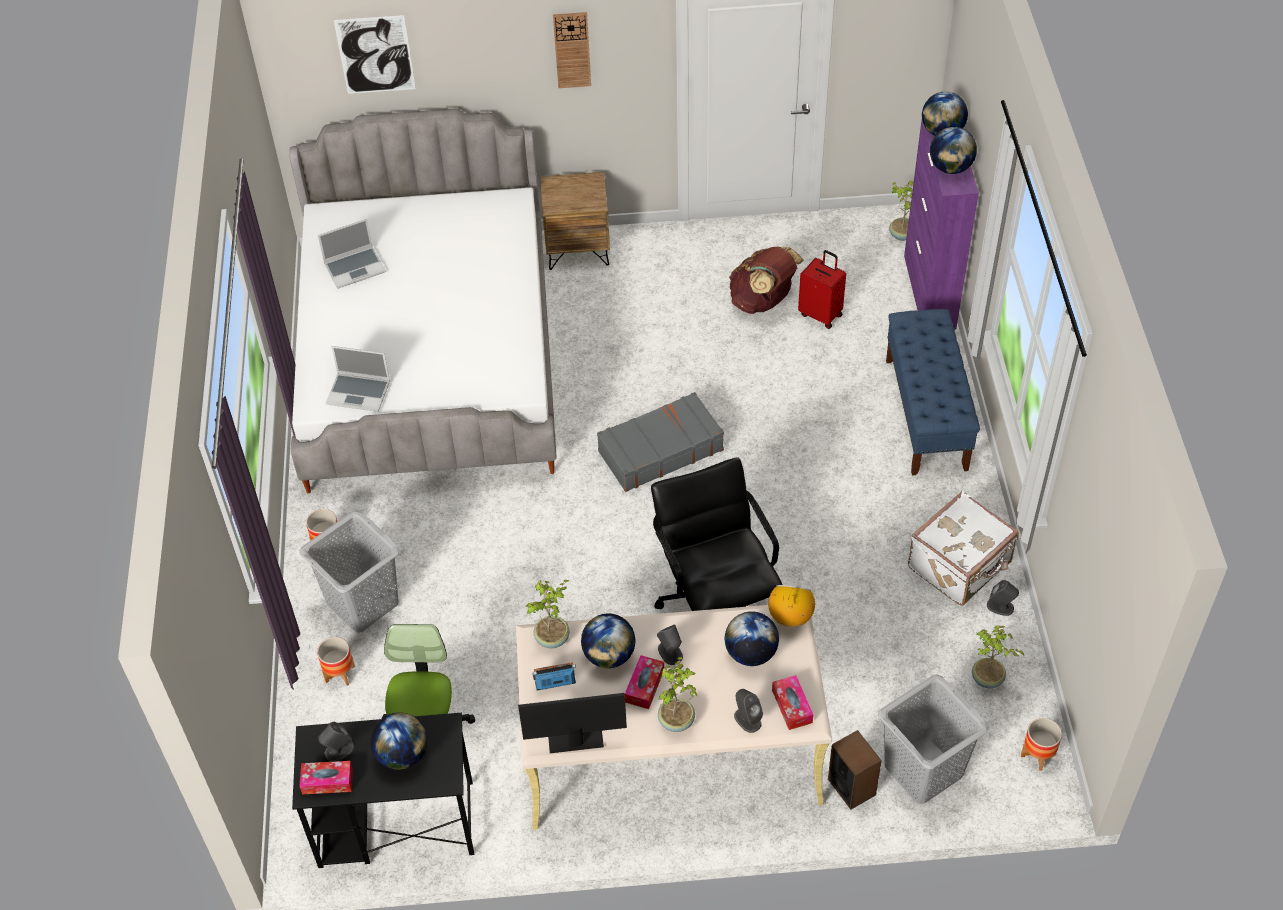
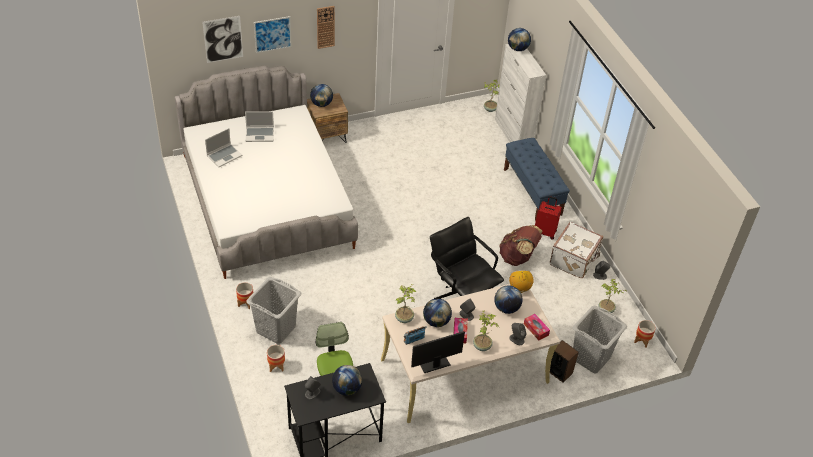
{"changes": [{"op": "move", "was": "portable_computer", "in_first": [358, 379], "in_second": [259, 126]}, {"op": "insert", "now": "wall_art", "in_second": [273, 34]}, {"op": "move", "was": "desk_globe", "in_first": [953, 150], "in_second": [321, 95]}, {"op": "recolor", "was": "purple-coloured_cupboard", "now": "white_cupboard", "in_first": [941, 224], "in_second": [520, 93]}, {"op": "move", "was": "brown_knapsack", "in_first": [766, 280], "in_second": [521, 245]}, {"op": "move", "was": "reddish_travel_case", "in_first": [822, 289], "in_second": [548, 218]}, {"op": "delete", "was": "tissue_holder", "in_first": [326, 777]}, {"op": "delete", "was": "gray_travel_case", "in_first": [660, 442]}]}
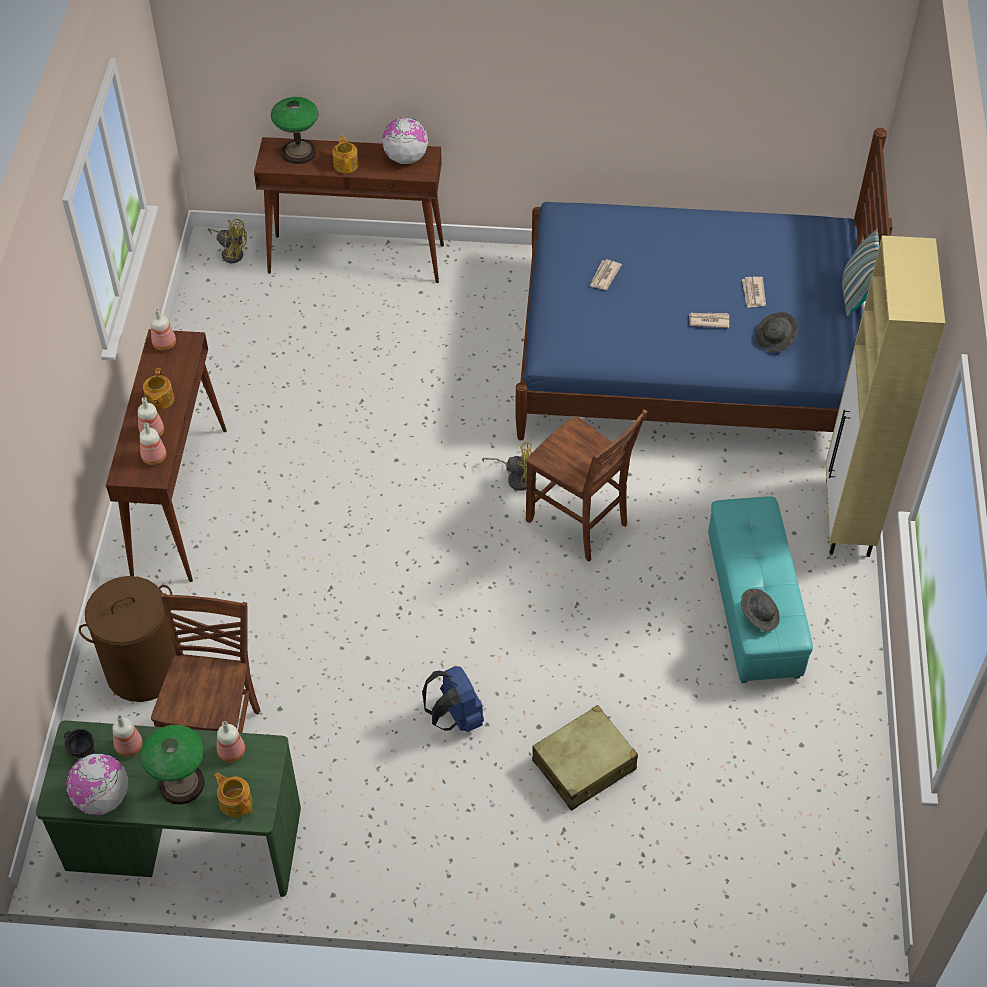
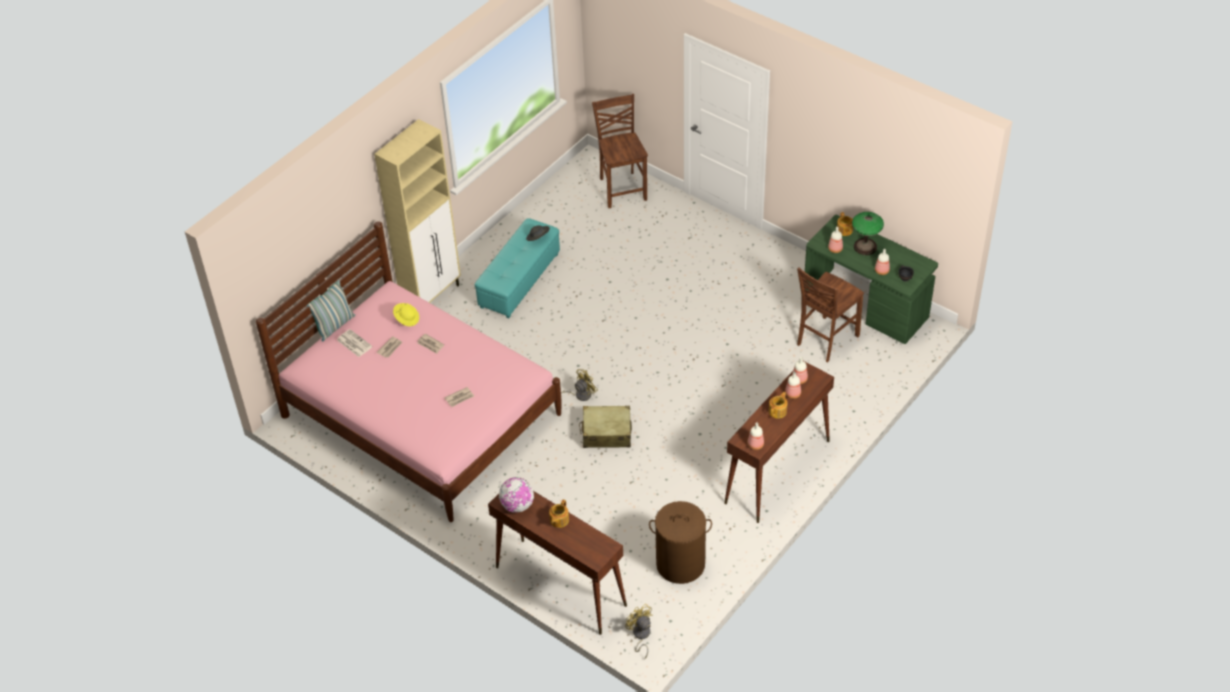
{"changes": [{"op": "recolor", "was": "bluish_bed", "now": "pink_bed", "in_first": [704, 284], "in_second": [408, 371]}, {"op": "insert", "now": "daily_paper", "in_second": [355, 343]}, {"op": "recolor", "was": "gray_clothing_hat", "now": "yellow-coloured_clothing_hat", "in_first": [777, 332], "in_second": [406, 314]}, {"op": "rotate", "was": "yellow-coloured_fan", "in_first": [507, 466], "in_second": [579, 385], "clockwise": 105}, {"op": "move", "was": "beige_travel_case", "in_first": [585, 758], "in_second": [605, 427]}, {"op": "move", "was": "brown_plain_chair", "in_first": [586, 485], "in_second": [620, 151]}, {"op": "move", "was": "brown_hamper", "in_first": [127, 639], "in_second": [680, 542]}, {"op": "delete", "was": "desk_globe", "in_first": [97, 784]}, {"op": "delete", "was": "tabletop_lamp", "in_first": [295, 130]}, {"op": "delete", "was": "bluish_knapsack", "in_first": [453, 699]}]}
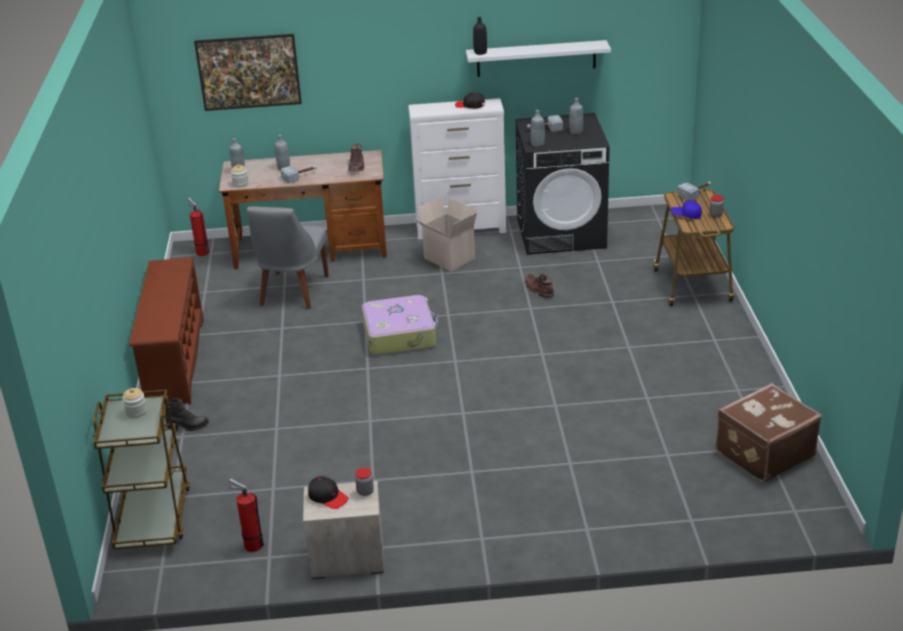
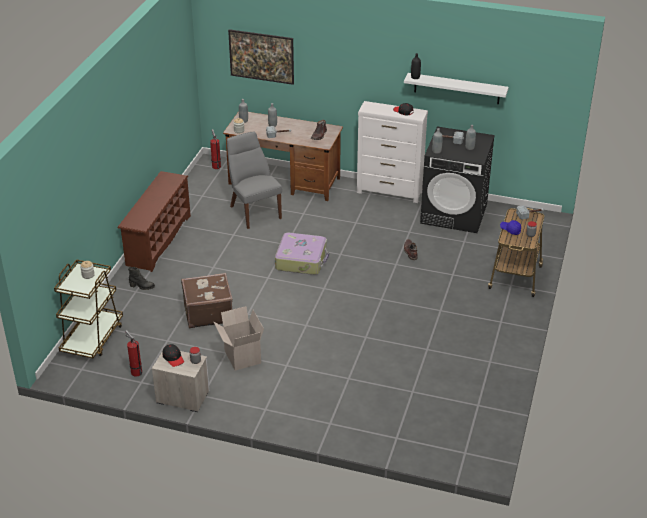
{"changes": [{"op": "move", "was": "brown_travel_case", "in_first": [769, 433], "in_second": [207, 301]}, {"op": "move", "was": "carton", "in_first": [445, 234], "in_second": [239, 338]}, {"op": "rotate", "was": "gray_plain_chair", "in_first": [288, 258], "in_second": [254, 180], "clockwise": 120}]}
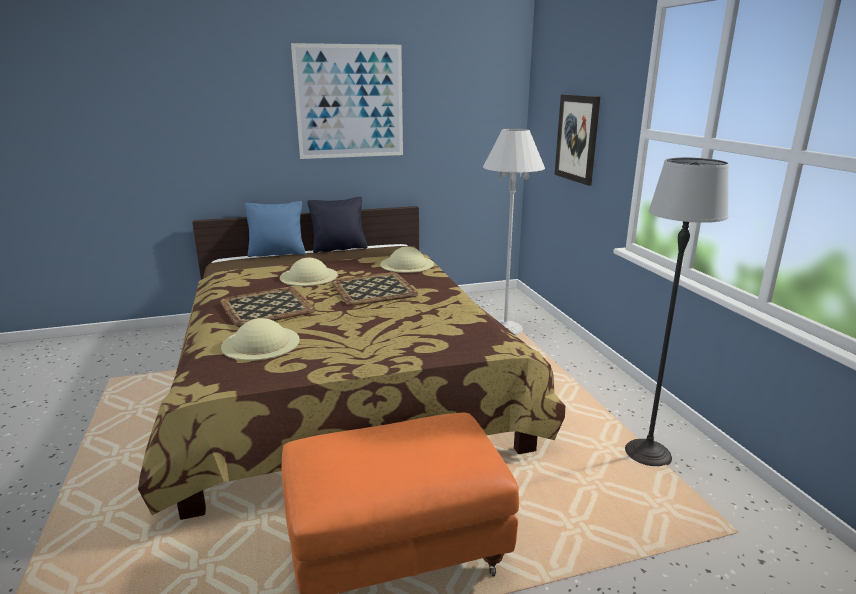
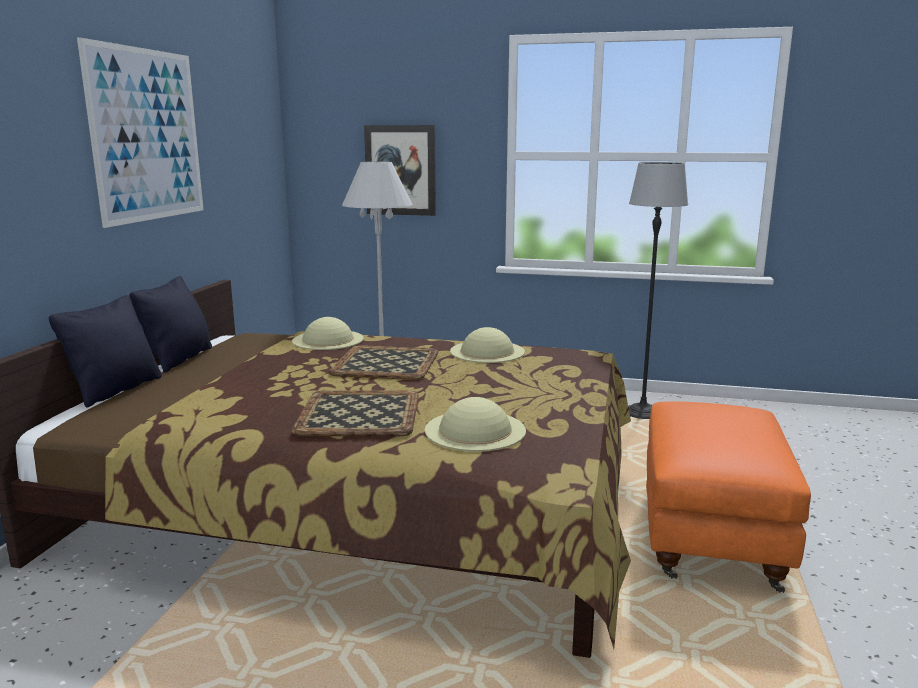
{"changes": [{"op": "recolor", "was": "bluish_throw_pillow", "now": "black-coloured_throw_pillow", "in_first": [275, 229], "in_second": [105, 351]}, {"op": "move", "was": "beige_clothing_hat", "in_first": [309, 272], "in_second": [487, 345]}]}
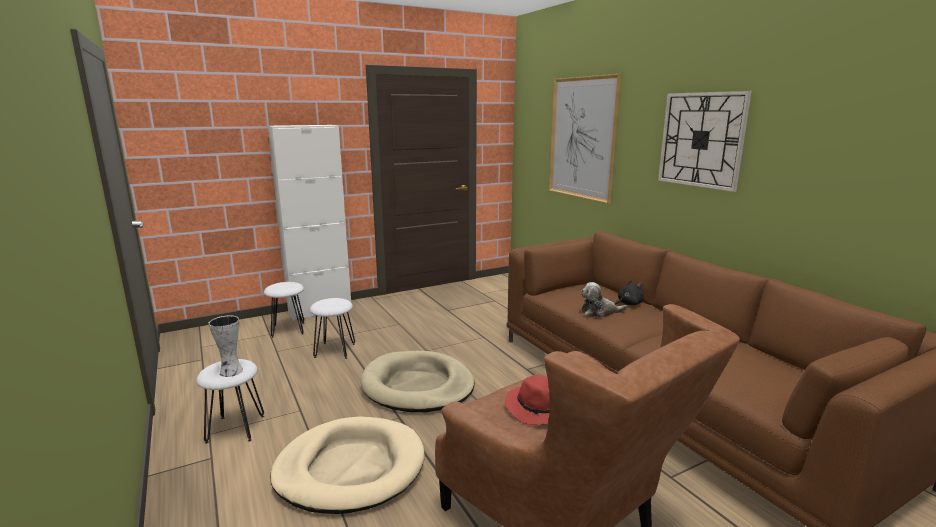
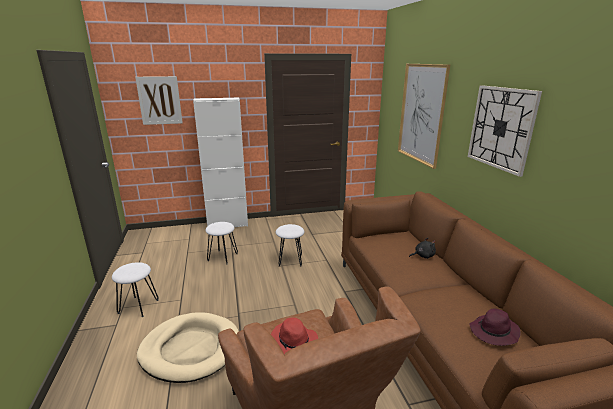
{"changes": [{"op": "insert", "now": "wall_art", "in_second": [159, 100]}, {"op": "move", "was": "white_stool_seat", "in_first": [284, 310], "in_second": [290, 245]}, {"op": "insert", "now": "purple-coloured_clothing_hat", "in_second": [495, 327]}, {"op": "delete", "was": "flower_vase", "in_first": [225, 346]}, {"op": "delete", "was": "beige_dog_bed", "in_first": [418, 381]}, {"op": "delete", "was": "plush_toy", "in_first": [604, 299]}]}
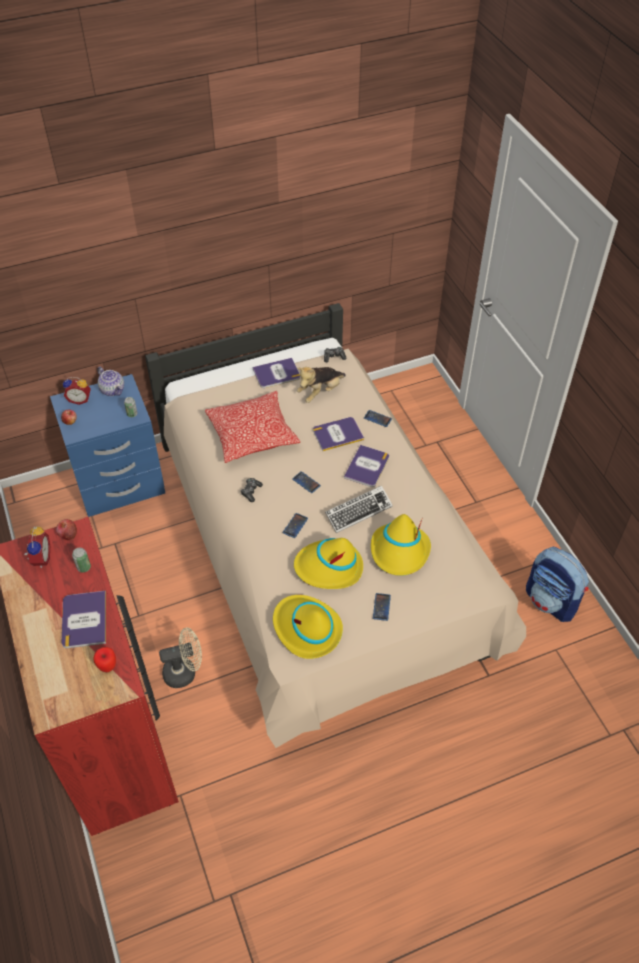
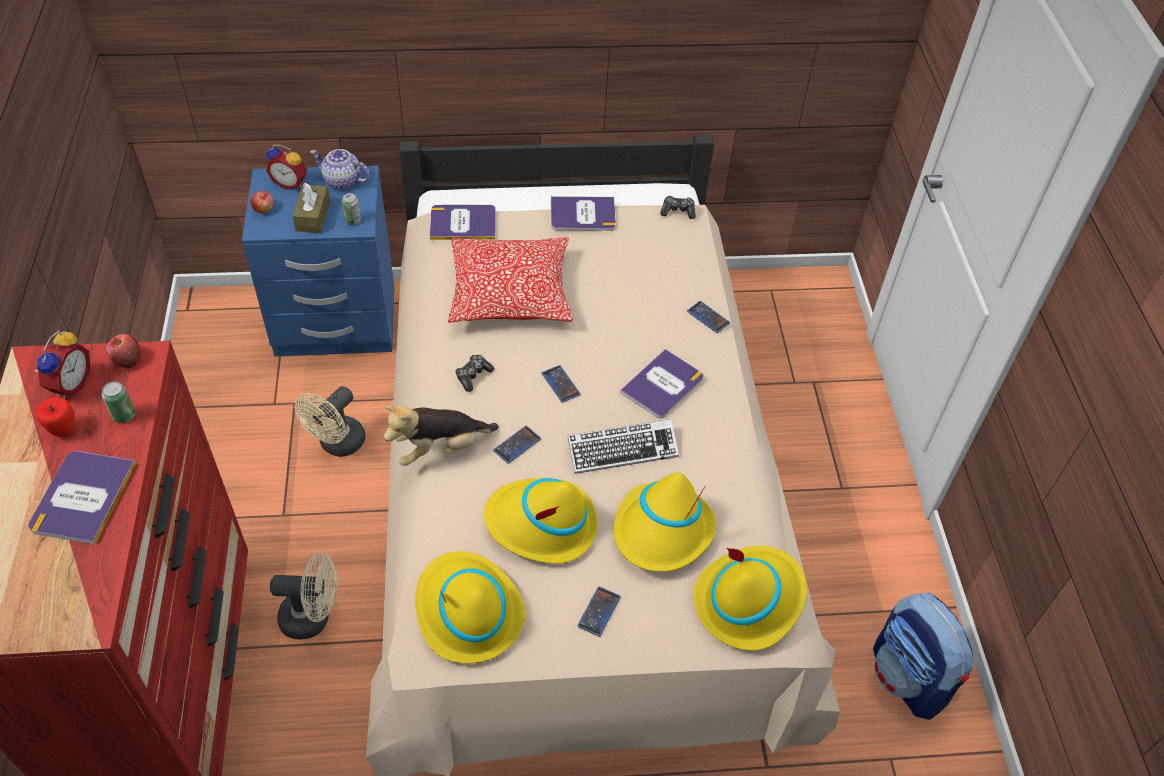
{"changes": [{"op": "move", "was": "apple_fruit", "in_first": [104, 659], "in_second": [55, 417]}, {"op": "insert", "now": "brown_tissue_holder", "in_second": [311, 208]}, {"op": "insert", "now": "beige_fan", "in_second": [330, 421]}, {"op": "rotate", "was": "tea_pot", "in_first": [110, 381], "in_second": [340, 169], "clockwise": 135}, {"op": "move", "was": "plush_toy", "in_first": [321, 385], "in_second": [441, 435]}, {"op": "move", "was": "bound_book", "in_first": [338, 434], "in_second": [463, 222]}, {"op": "insert", "now": "yellow-coloured_clothing_hat", "in_second": [750, 598]}]}
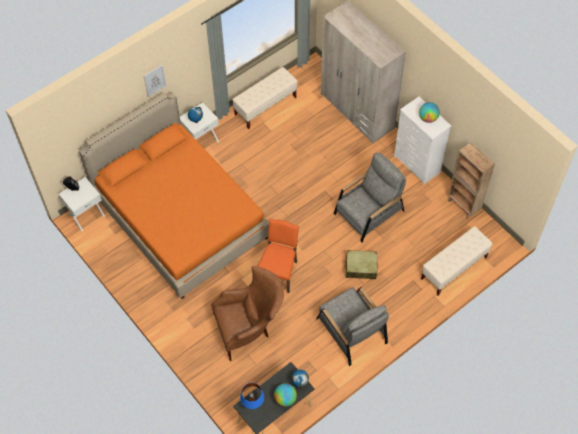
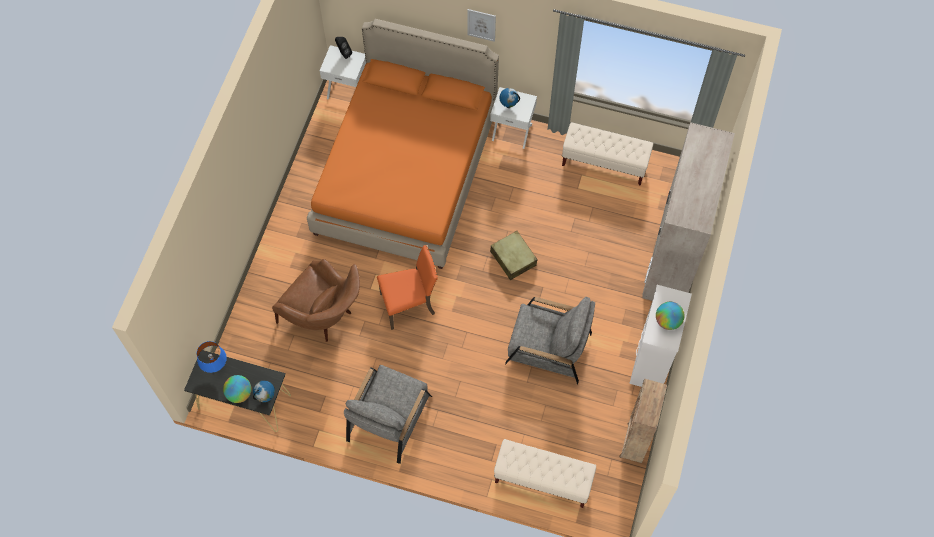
{"changes": [{"op": "move", "was": "beige_travel_case", "in_first": [360, 264], "in_second": [514, 255]}]}
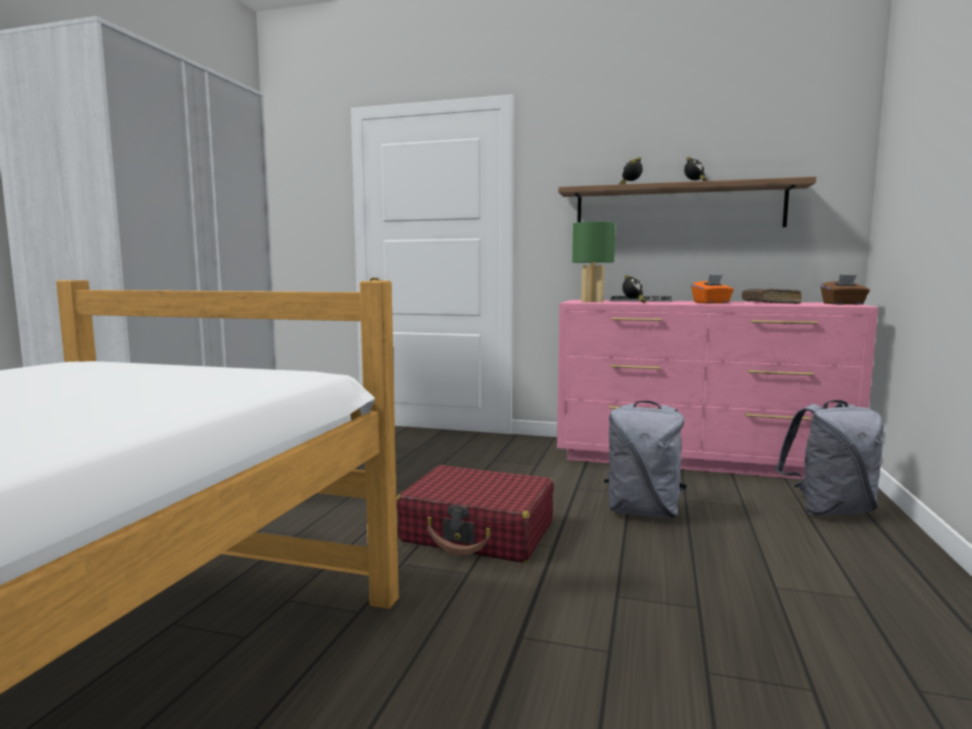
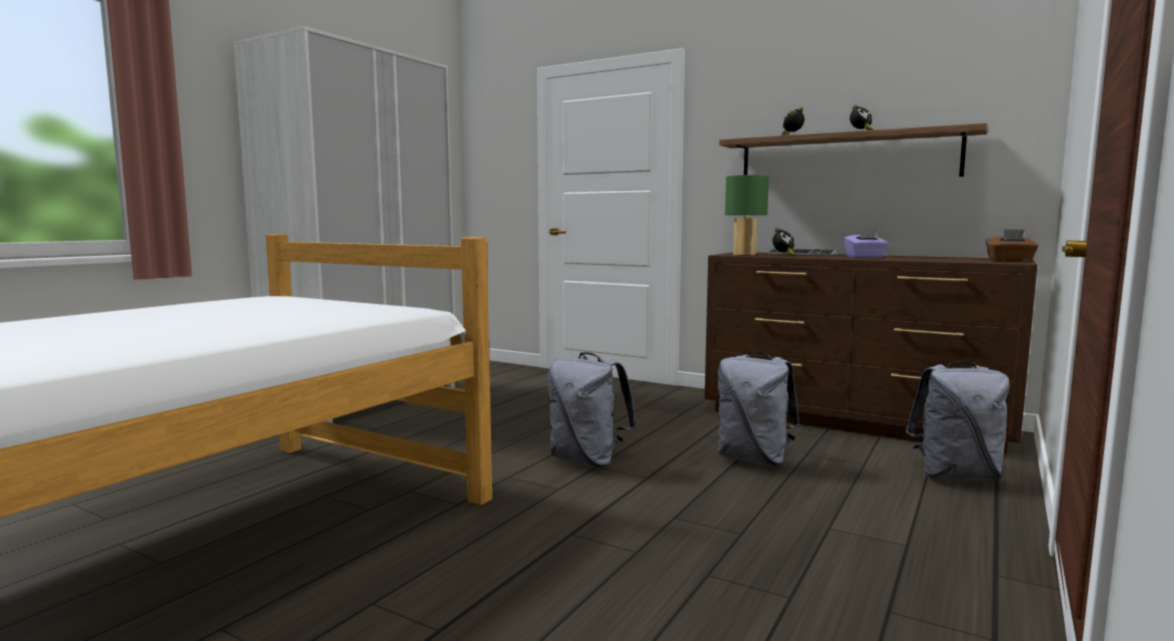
{"changes": [{"op": "replace", "was": "reddish_travel_case", "now": "gray_knapsack", "in_first": [475, 514], "in_second": [592, 410]}, {"op": "recolor", "was": "pink_drawer_chest", "now": "brown_drawer_chest", "in_first": [718, 389], "in_second": [871, 353]}, {"op": "recolor", "was": "orange_tissue_holder", "now": "purple-coloured_tissue_holder", "in_first": [712, 289], "in_second": [866, 243]}, {"op": "delete", "was": "brown_bound_book", "in_first": [772, 296]}]}
